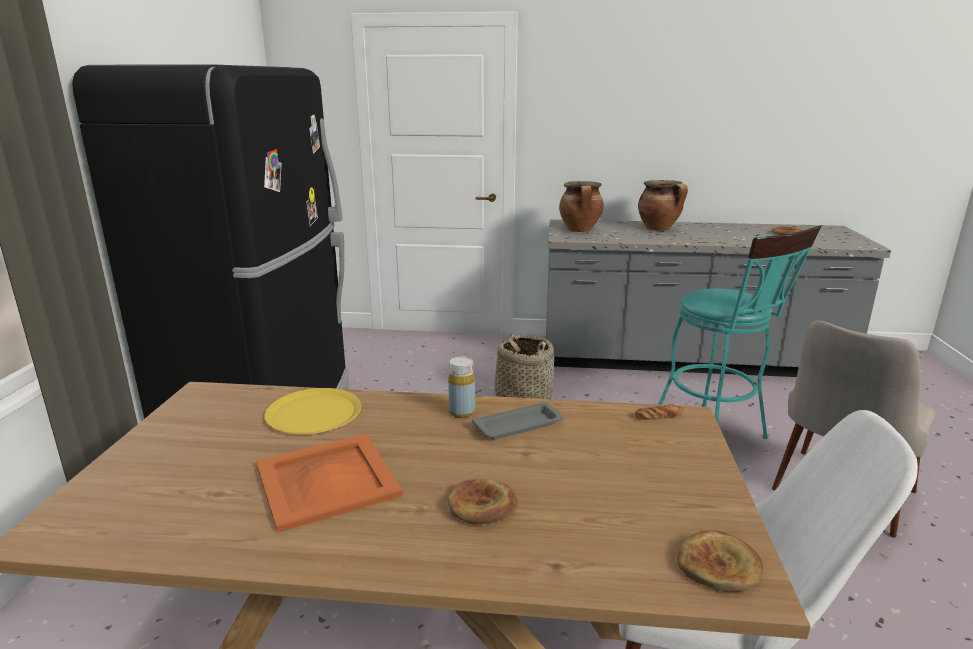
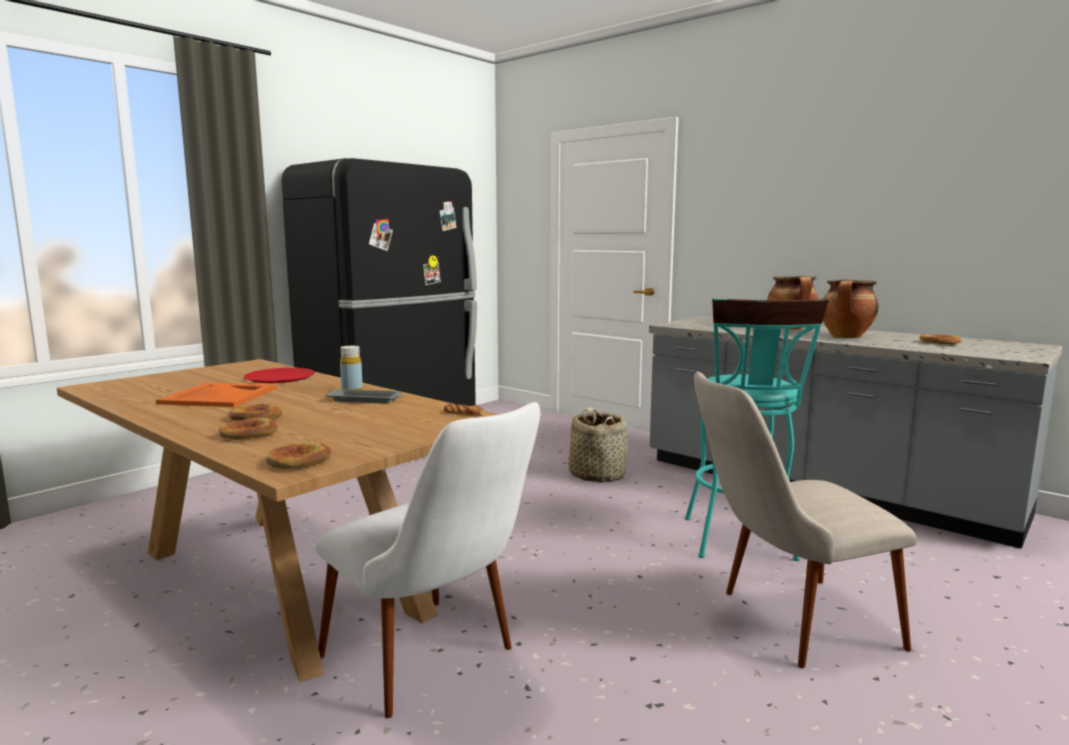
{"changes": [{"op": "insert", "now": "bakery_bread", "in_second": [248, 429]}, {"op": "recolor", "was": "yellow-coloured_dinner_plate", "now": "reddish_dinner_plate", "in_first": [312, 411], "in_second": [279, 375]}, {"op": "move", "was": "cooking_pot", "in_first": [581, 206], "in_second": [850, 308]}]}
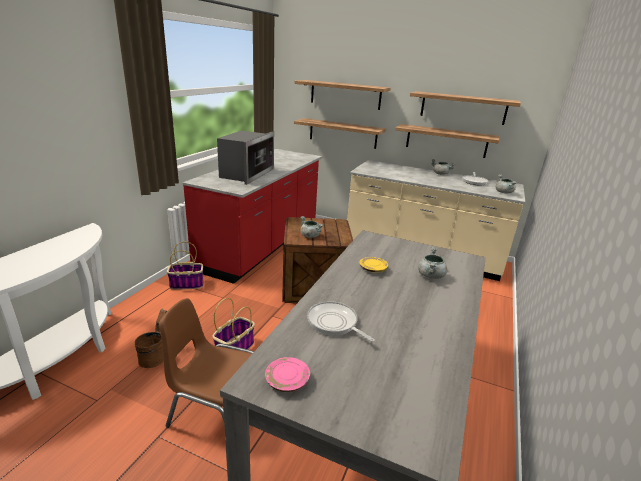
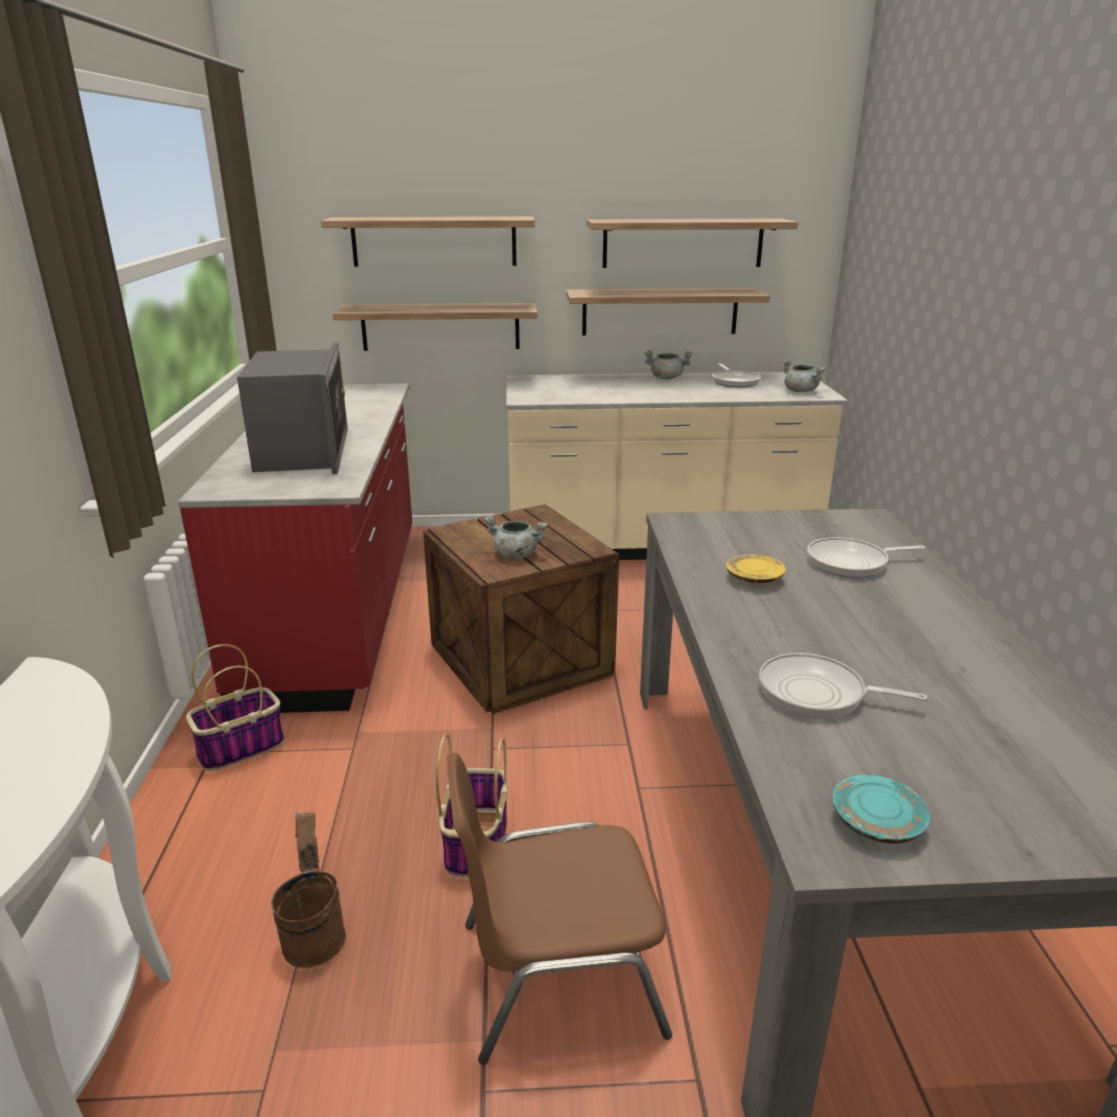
{"changes": [{"op": "replace", "was": "gray_cooking_pot", "now": "skillet", "in_first": [433, 263], "in_second": [866, 557]}, {"op": "recolor", "was": "pink_dinner_plate", "now": "blue-green_dinner_plate", "in_first": [287, 374], "in_second": [881, 809]}]}
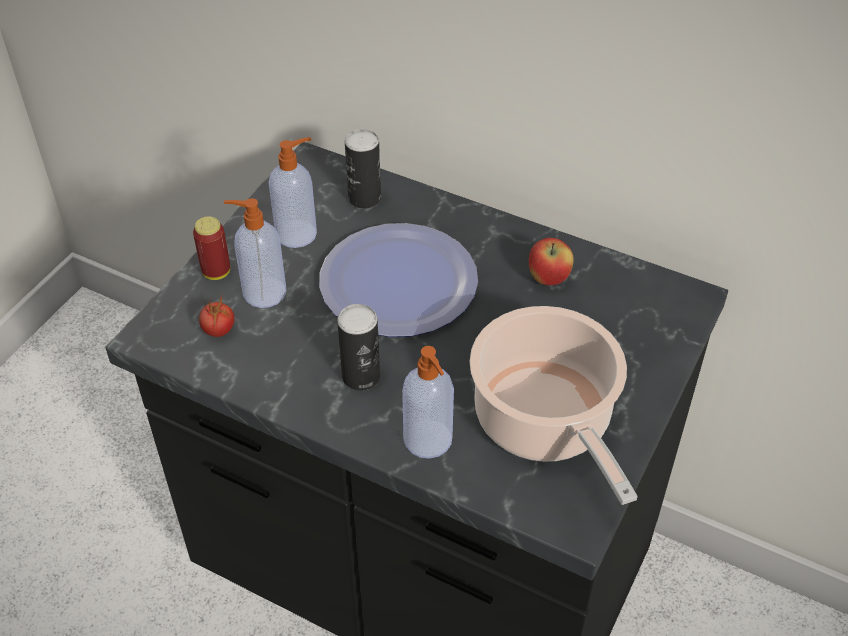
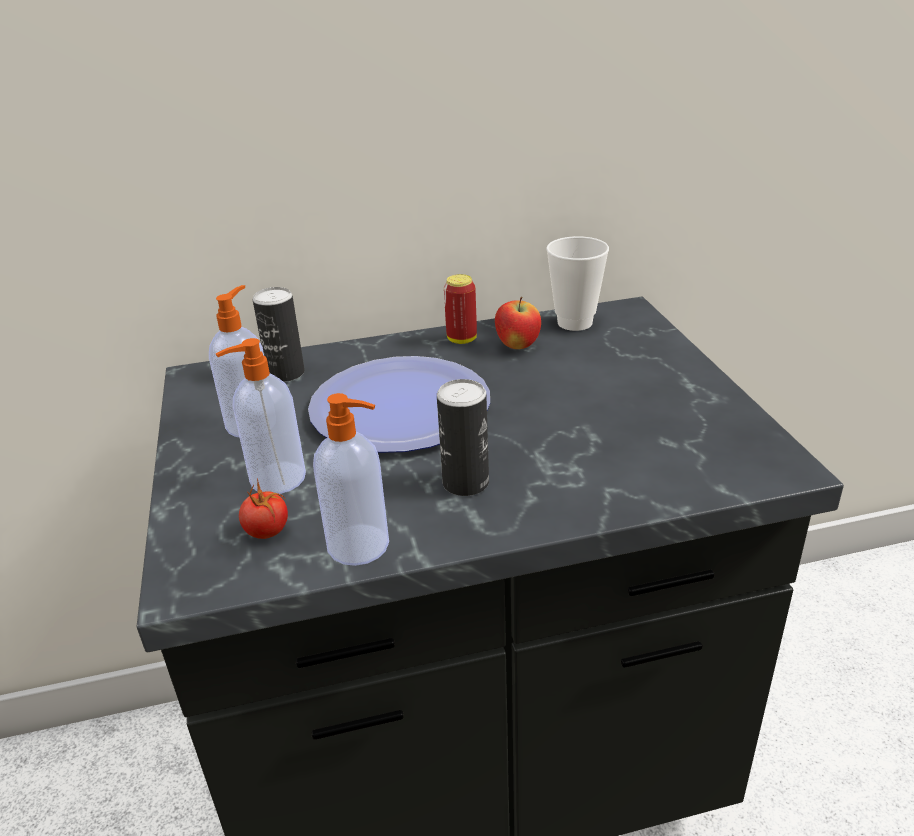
{"changes": [{"op": "move", "was": "soap_bottle", "in_first": [428, 402], "in_second": [351, 479]}, {"op": "move", "was": "sealed_can", "in_first": [211, 248], "in_second": [460, 309]}, {"op": "insert", "now": "cup", "in_second": [577, 283]}, {"op": "delete", "was": "cooking_pot", "in_first": [554, 405]}]}
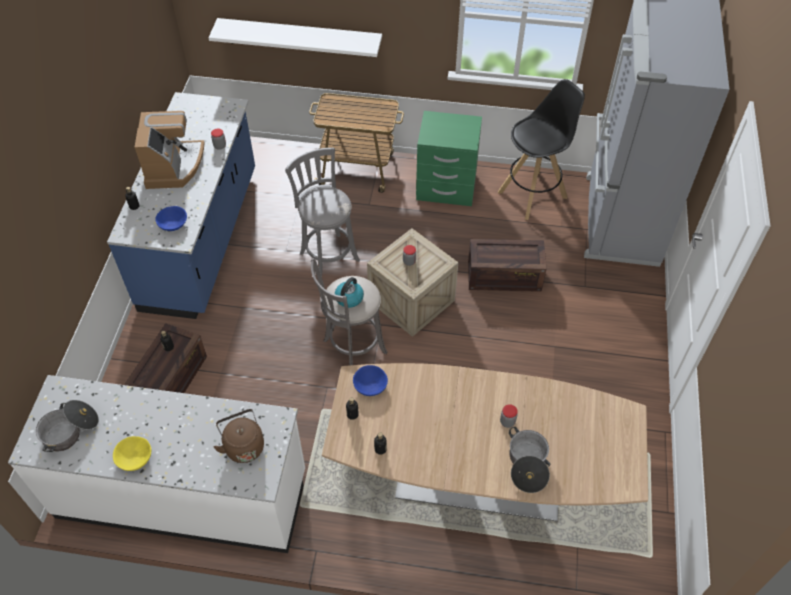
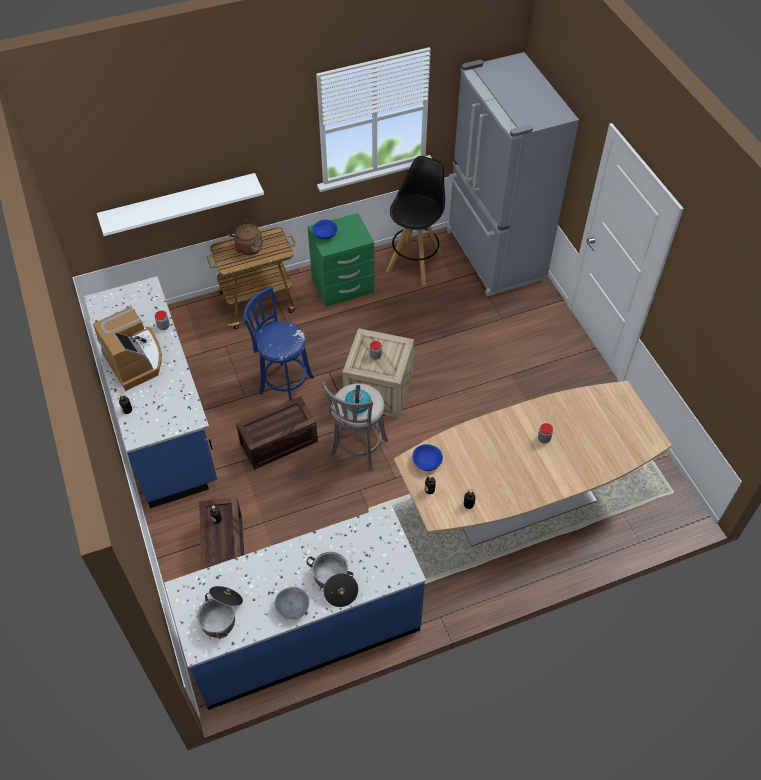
{"changes": [{"op": "recolor", "was": "white_counter", "now": "bluish_counter", "in_first": [156, 464], "in_second": [295, 607]}, {"op": "move", "was": "brown_water_kettle", "in_first": [239, 436], "in_second": [245, 237]}, {"op": "move", "was": "crate", "in_first": [507, 265], "in_second": [277, 433]}, {"op": "recolor", "was": "gray_stool_seat", "now": "bluish_stool_seat", "in_first": [322, 212], "in_second": [279, 343]}, {"op": "recolor", "was": "yellow-coloured_bowl", "now": "gray_bowl", "in_first": [132, 453], "in_second": [292, 603]}, {"op": "move", "was": "cooking_pot", "in_first": [529, 460], "in_second": [332, 579]}, {"op": "move", "was": "bluish_bowl", "in_first": [171, 218], "in_second": [325, 229]}]}
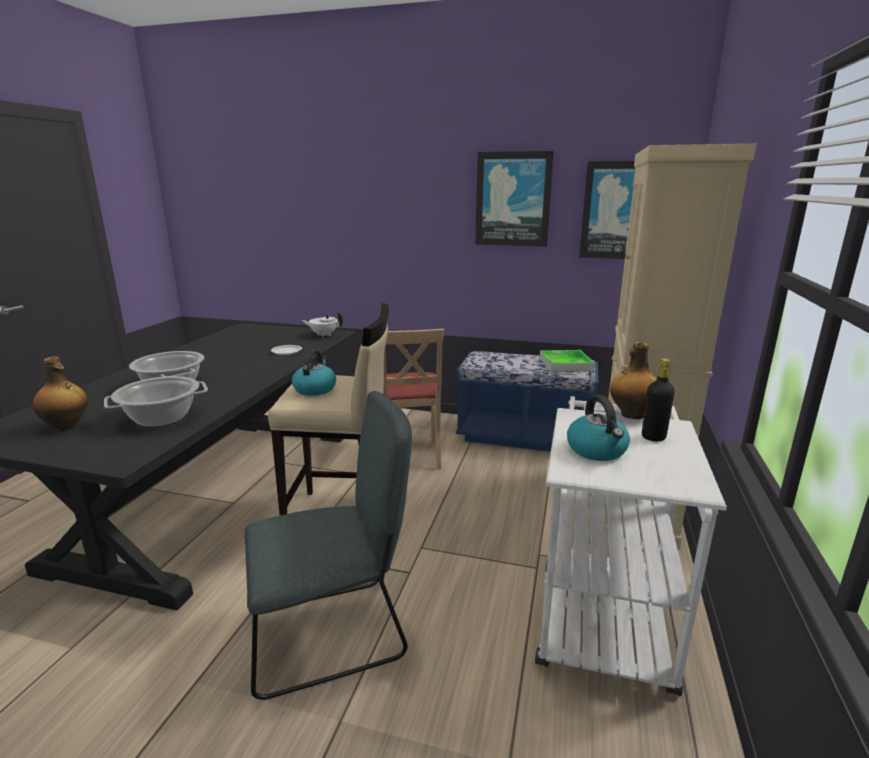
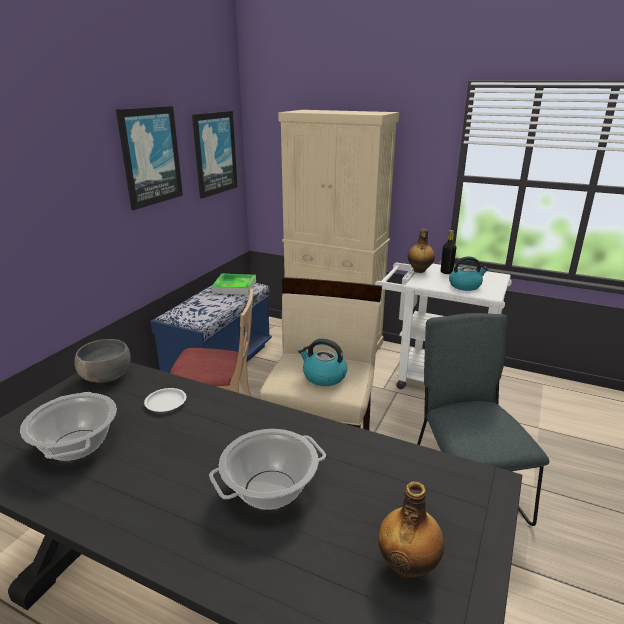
{"changes": [{"op": "move", "was": "cooking_pot", "in_first": [156, 401], "in_second": [68, 426]}, {"op": "replace", "was": "white_tea_pot", "now": "gray_bowl", "in_first": [322, 324], "in_second": [102, 361]}]}
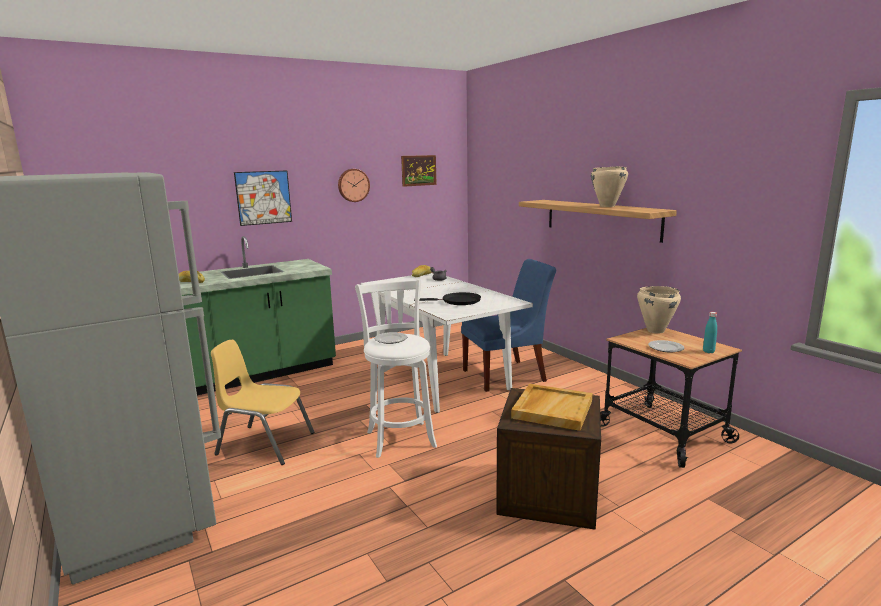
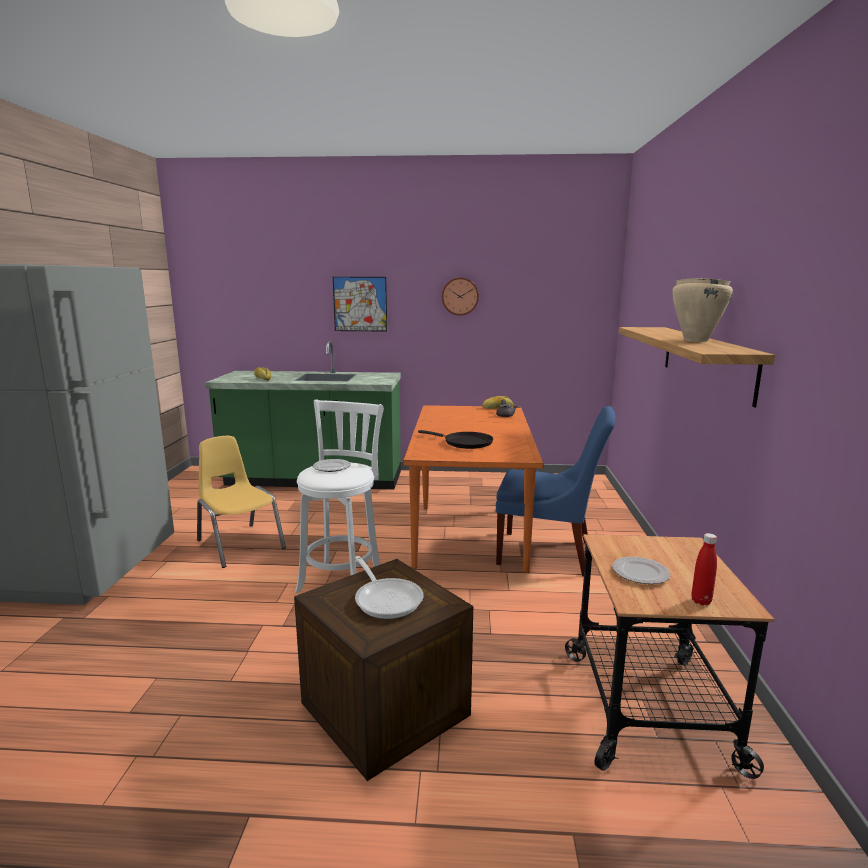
{"changes": [{"op": "replace", "was": "beige_carrying_tray", "now": "skillet", "in_first": [551, 407], "in_second": [389, 587]}, {"op": "recolor", "was": "white_kitchen_table", "now": "orange_kitchen_table", "in_first": [447, 342], "in_second": [473, 489]}, {"op": "recolor", "was": "blue-green_beverage_bottle", "now": "reddish_beverage_bottle", "in_first": [710, 332], "in_second": [704, 569]}, {"op": "delete", "was": "wall_art", "in_first": [419, 171]}, {"op": "delete", "was": "beige_cooking_pot", "in_first": [659, 309]}]}
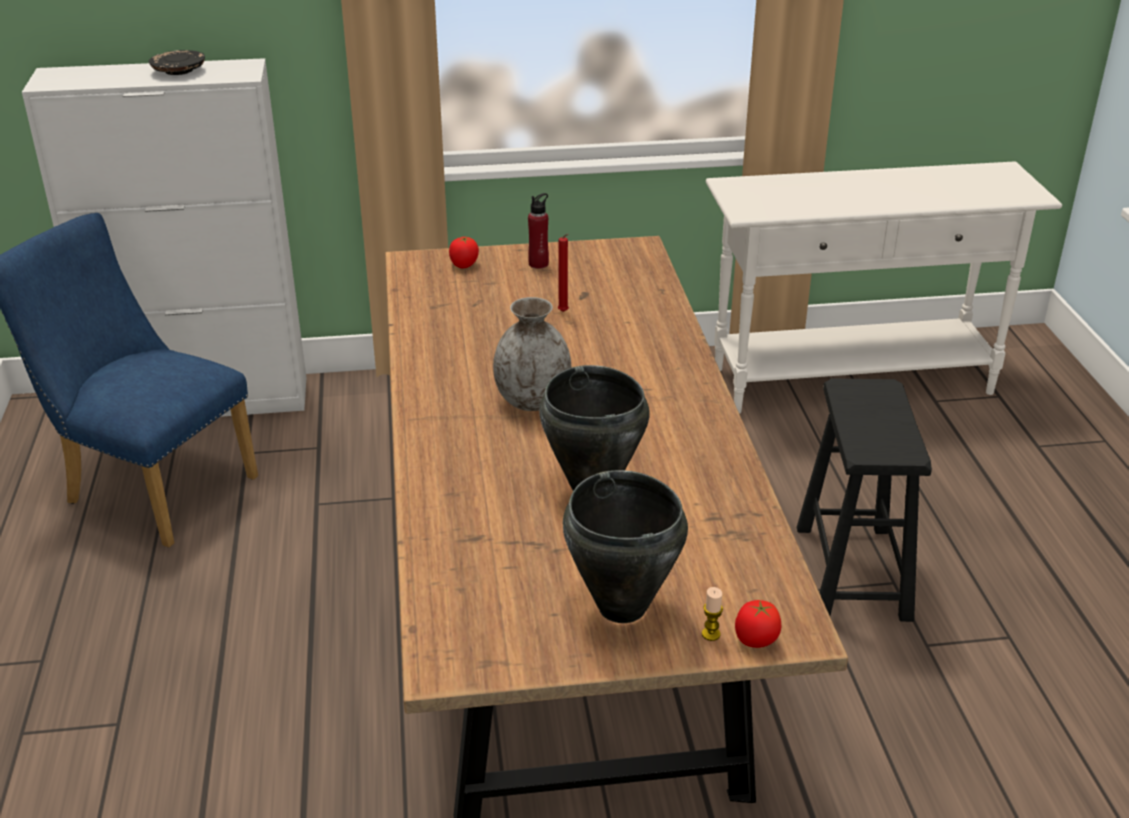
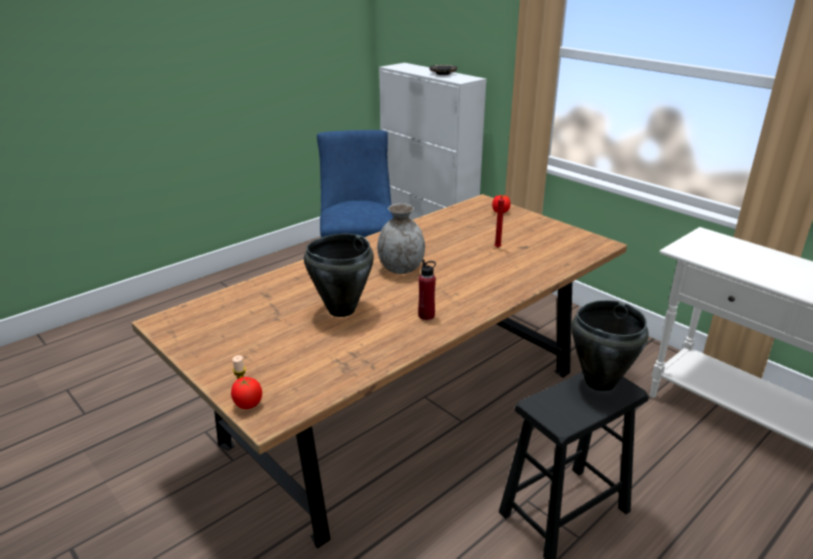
{"changes": [{"op": "move", "was": "reddish_beverage_bottle", "in_first": [538, 231], "in_second": [427, 289]}, {"op": "move", "was": "black-coloured_cooking_pot", "in_first": [625, 546], "in_second": [610, 345]}]}
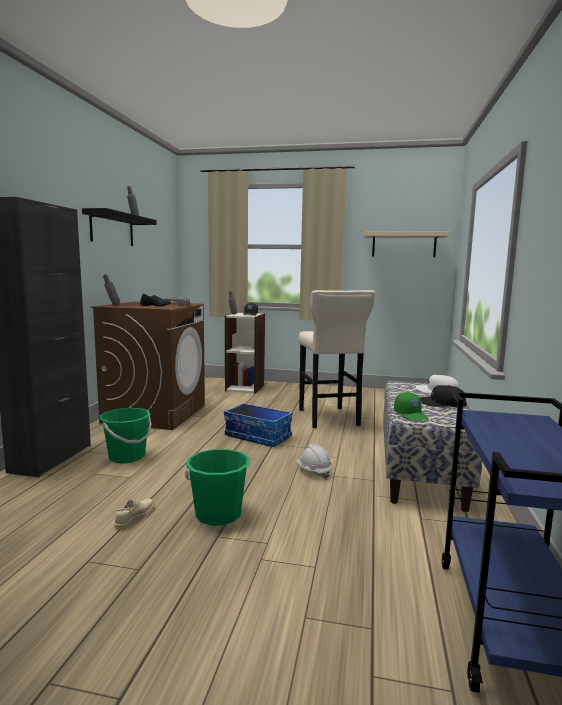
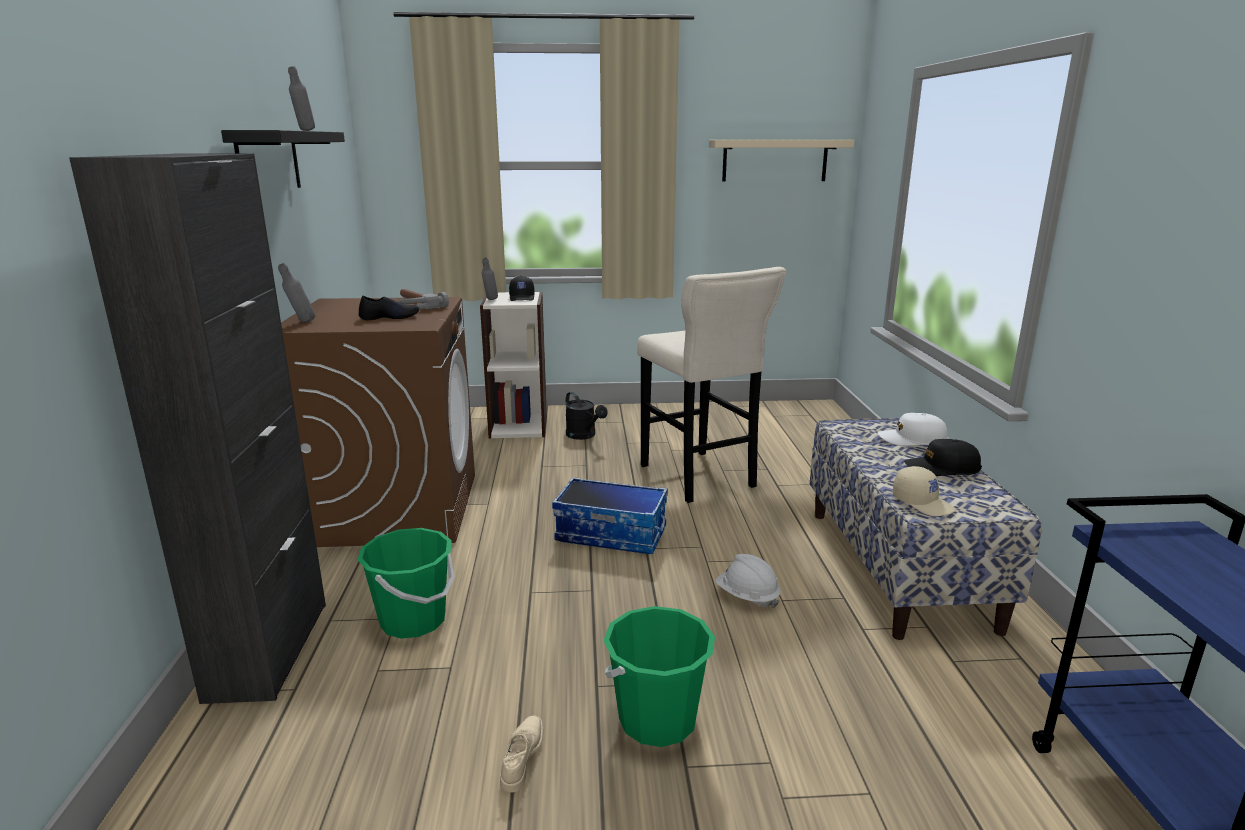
{"changes": [{"op": "insert", "now": "black-coloured_watering_can", "in_second": [586, 416]}, {"op": "recolor", "was": "green-coloured_baseball_cap", "now": "beige_baseball_cap", "in_first": [411, 406], "in_second": [924, 491]}]}
